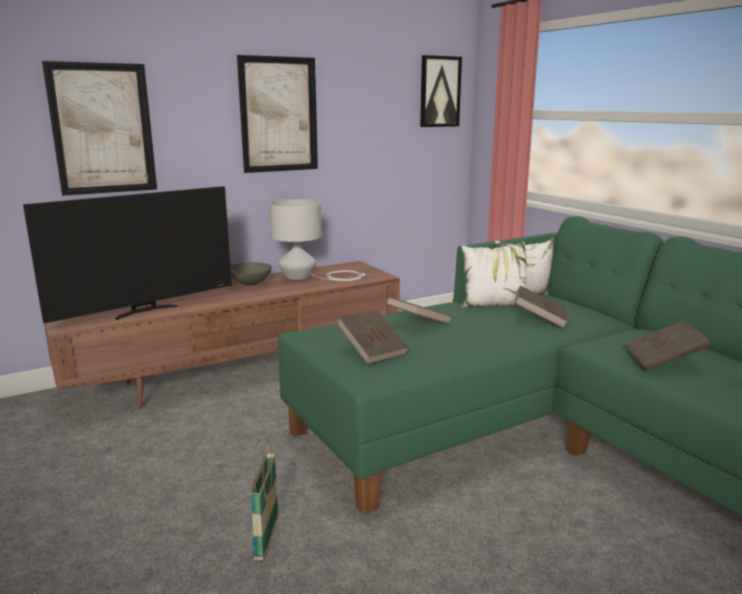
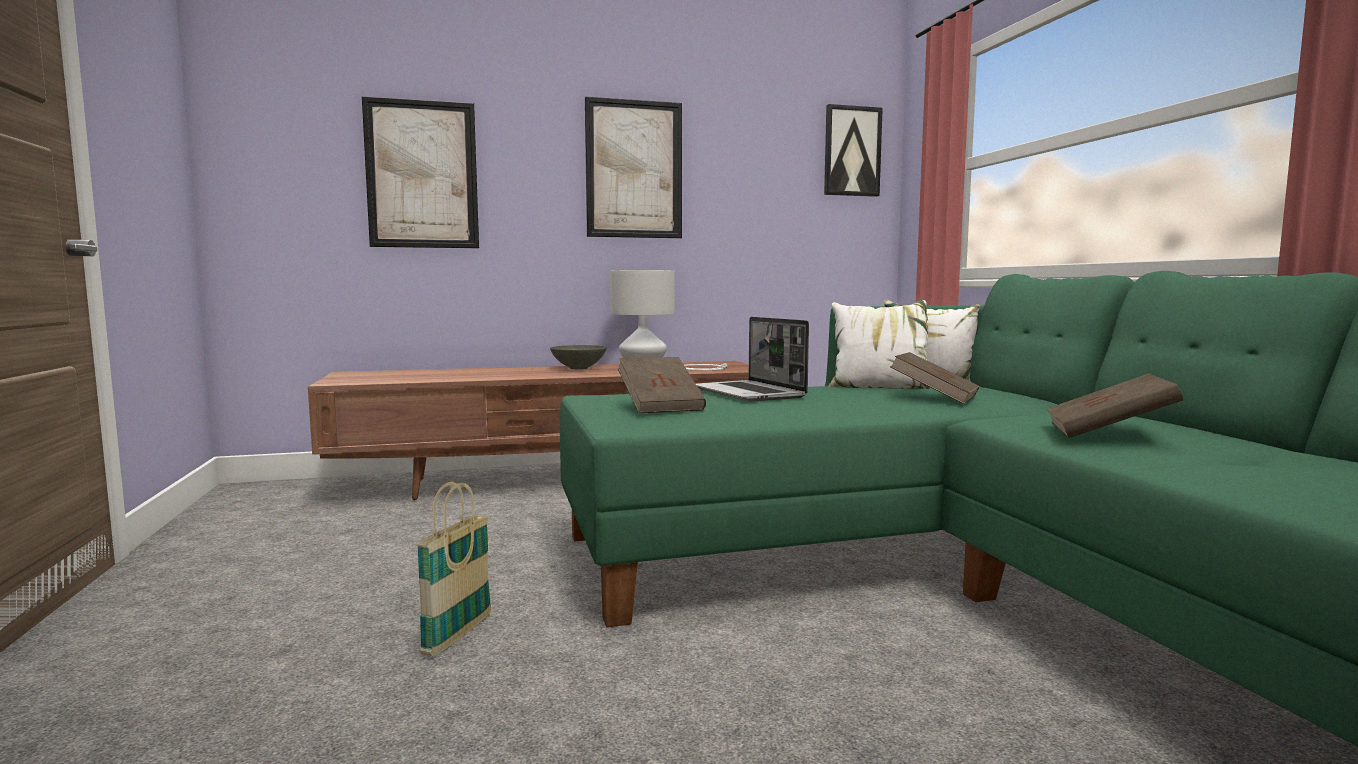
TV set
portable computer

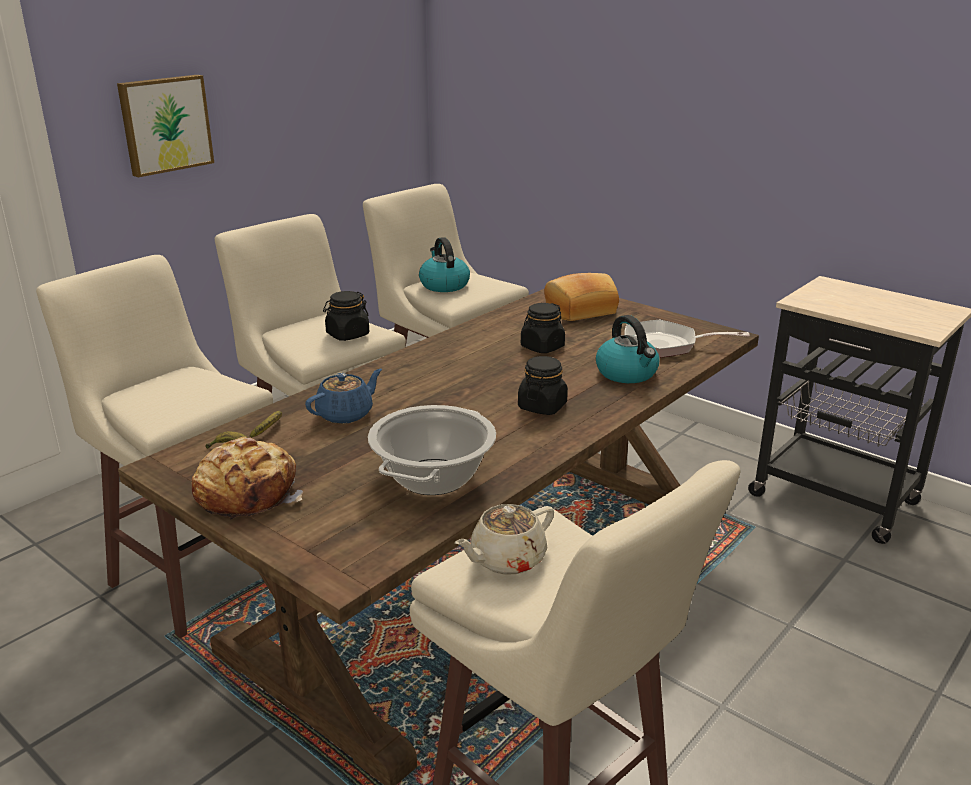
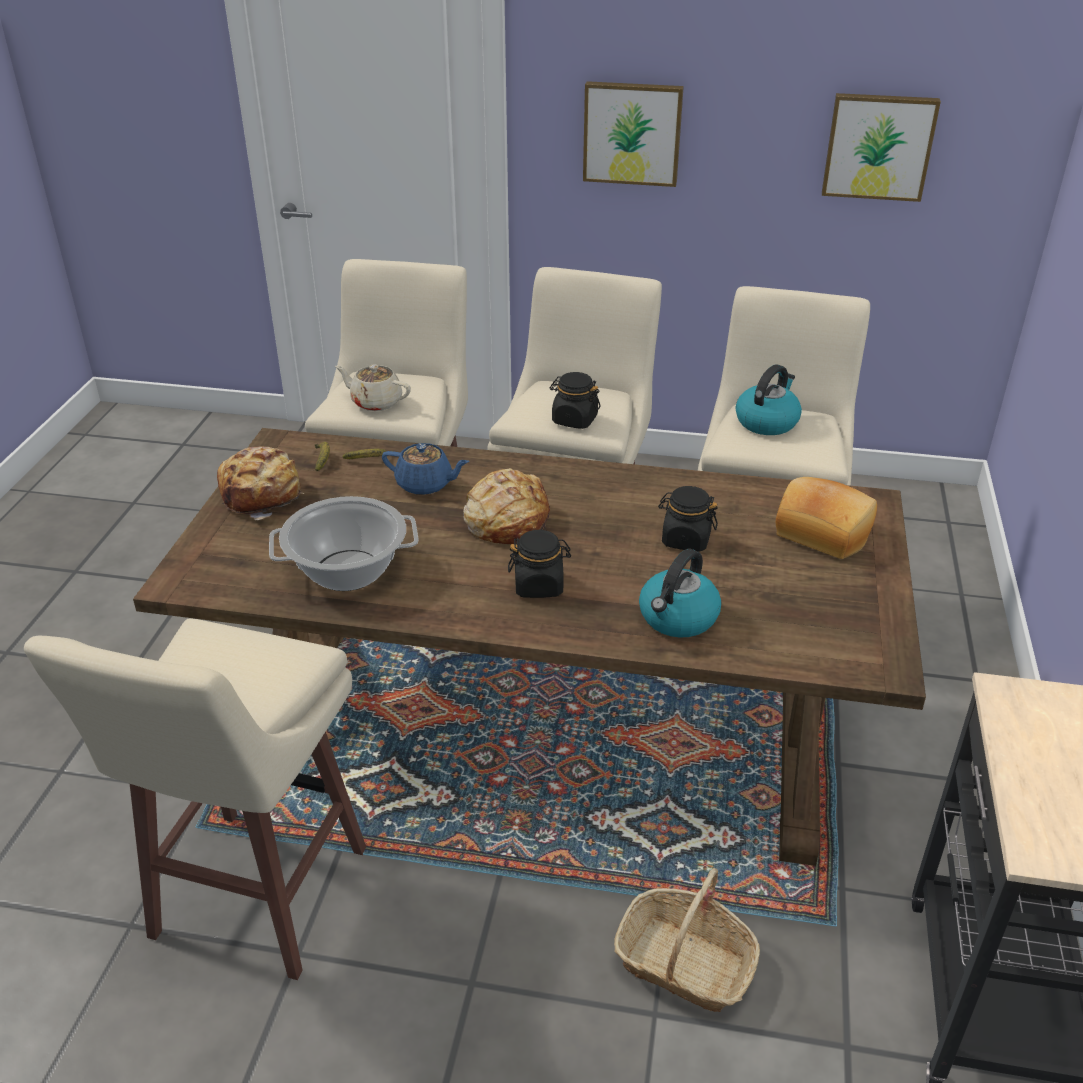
pot for tea in beige-coloured
skillet
bread (2nd from left)
storage basket
wall art (2nd from left)

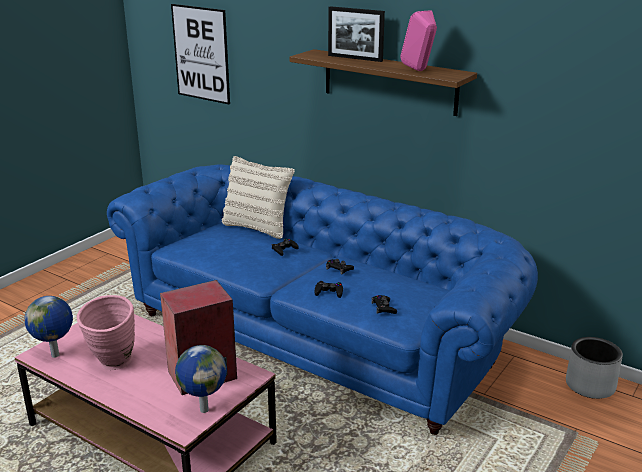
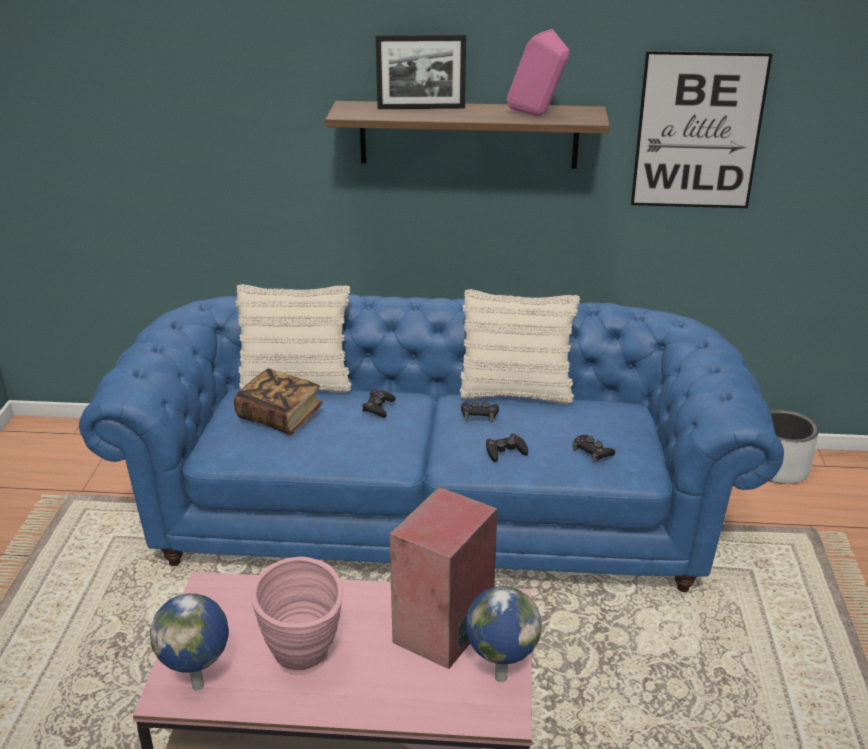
wall art
volume
pillow in beige-coloured (2nd from left)

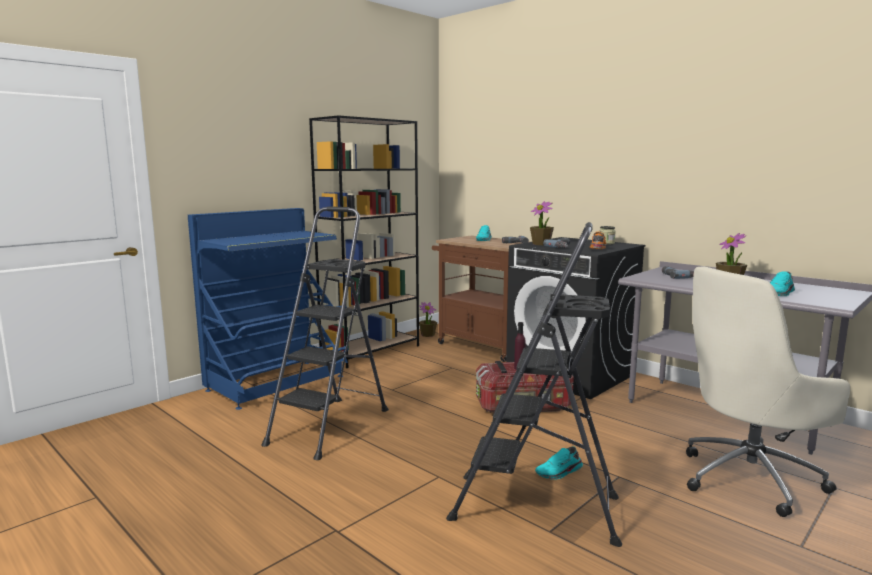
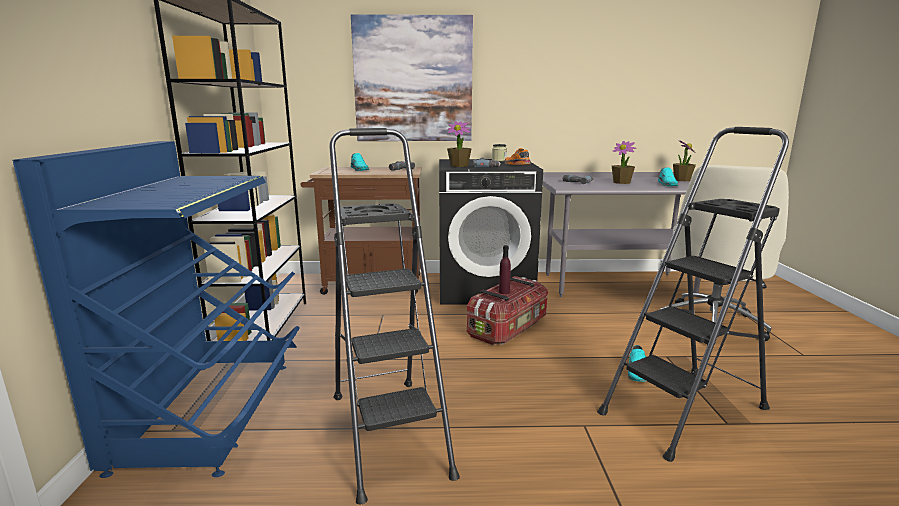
potted plant (3rd from left)
wall art

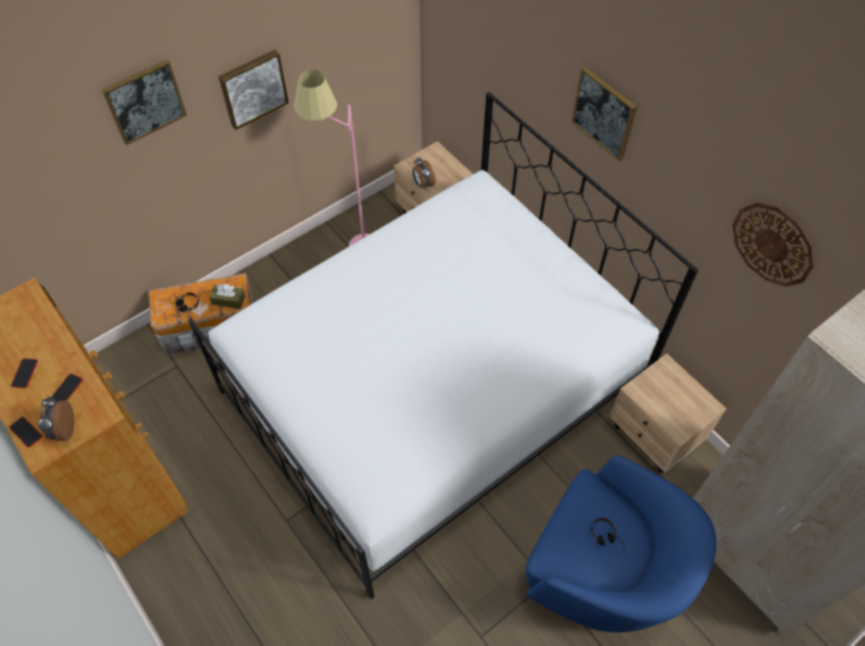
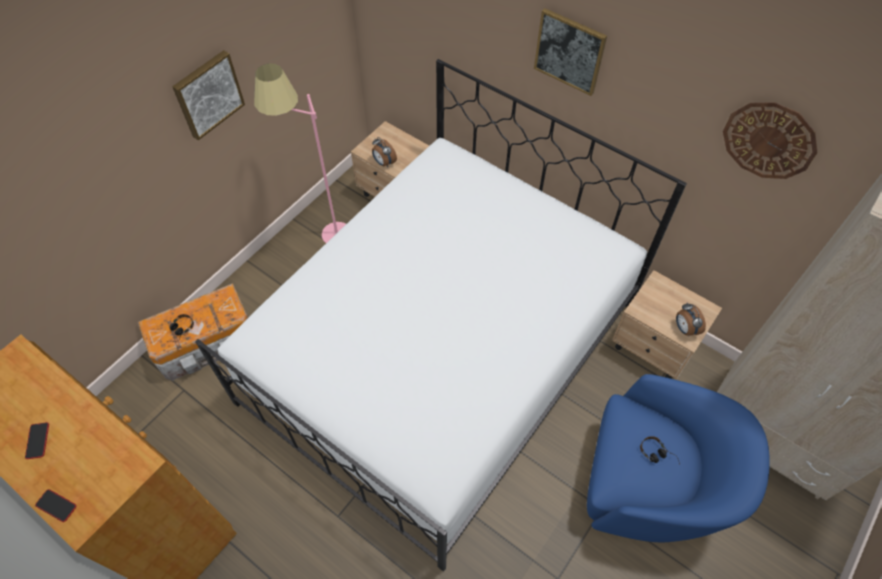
alarm clock (2nd from left)
handset (3rd from left in the first image)
wall art (1st from left in the first image)
tissue holder in brown-coloured

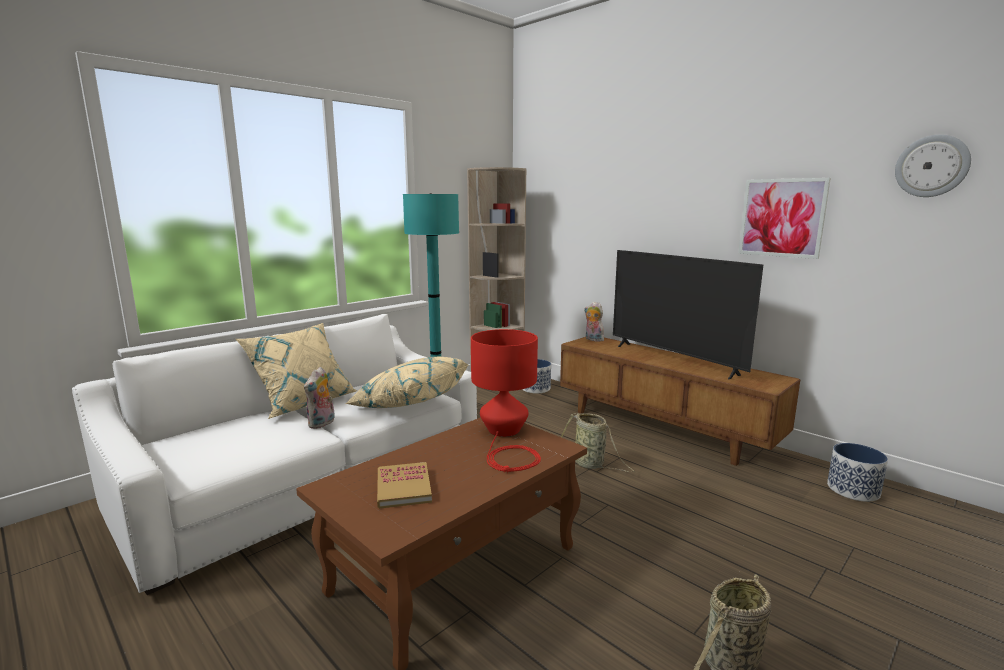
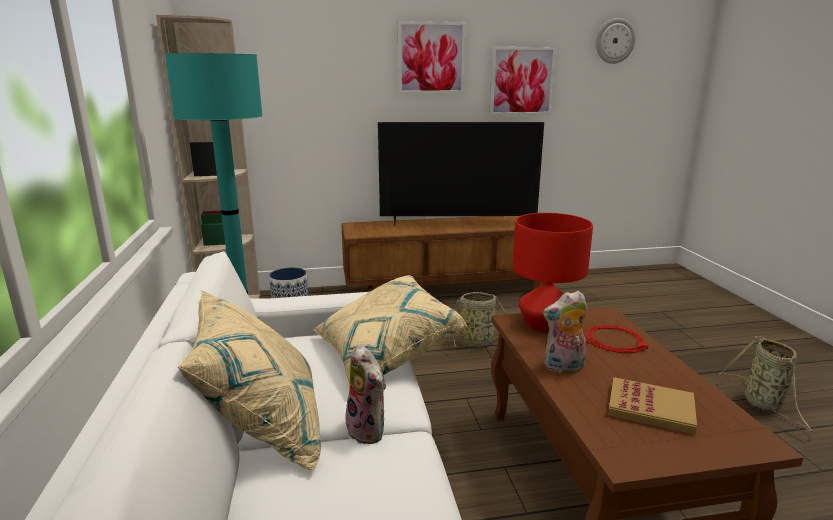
soft toy (2nd from left)
plant pot (2nd from left in the first image)
wall art (1st from left)

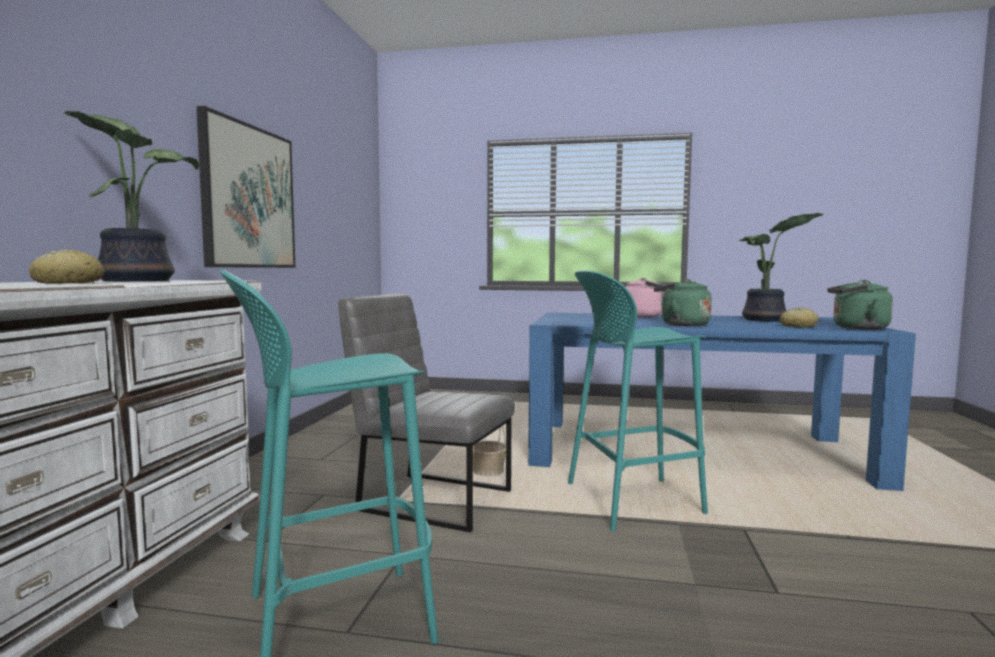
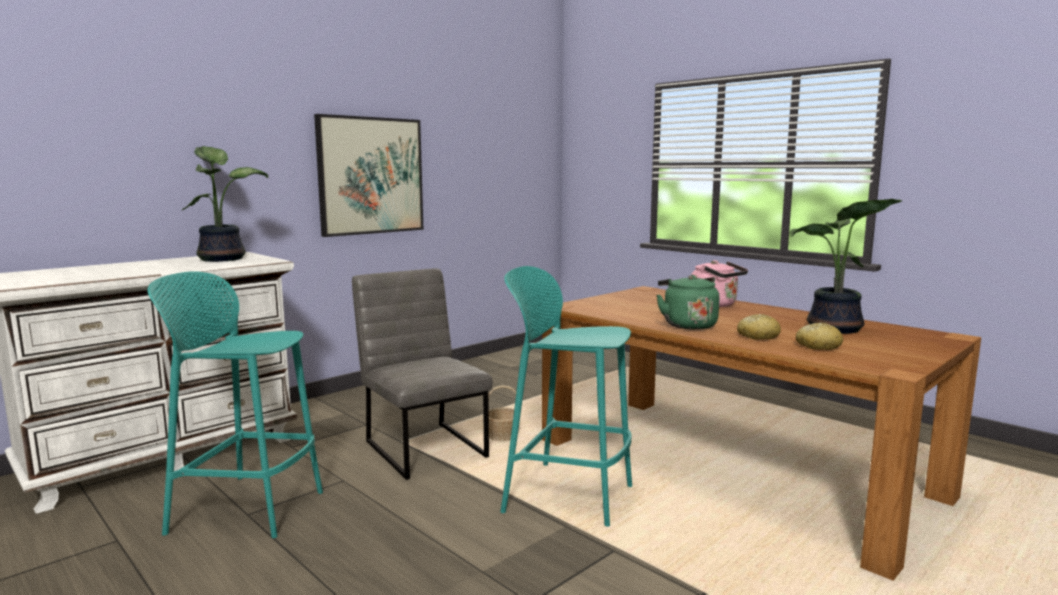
bread (1st from left)
kitchen table in brown-coloured
kettle in green-coloured (2nd from left in the first image)

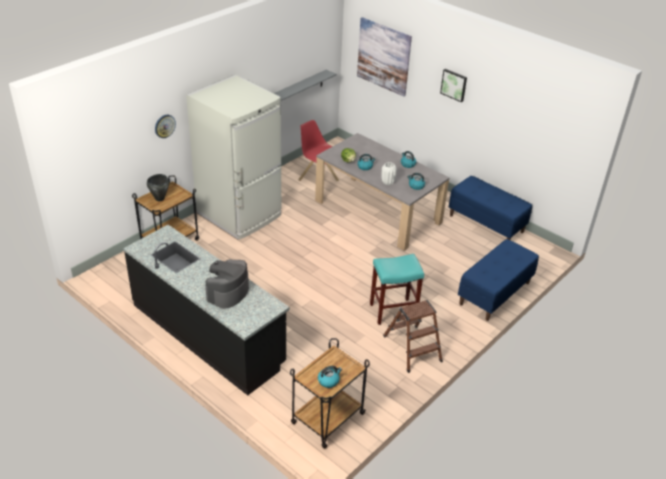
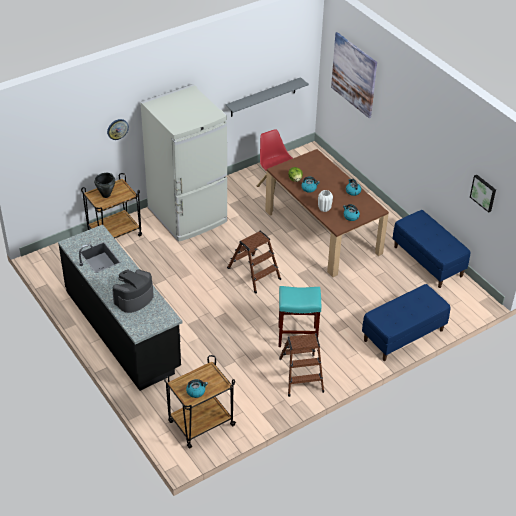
kitchen table in brown-coloured
wall art (2nd from left)
step ladder in brown-coloured (1st from left)

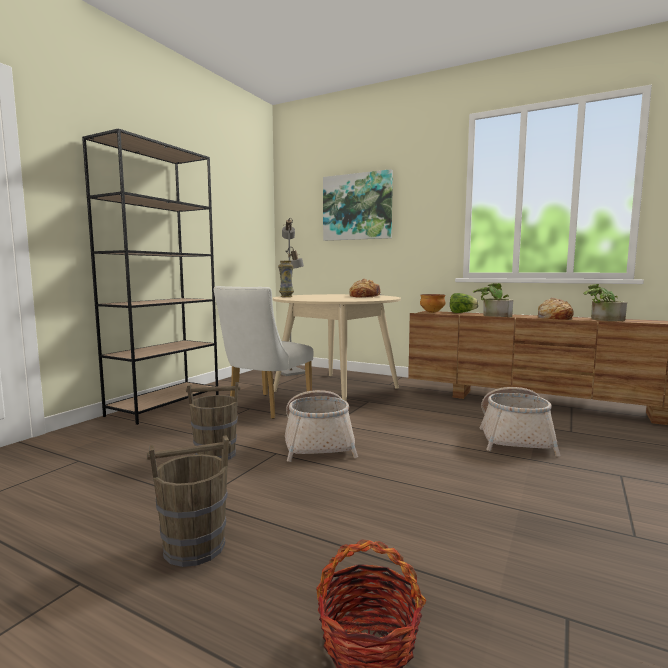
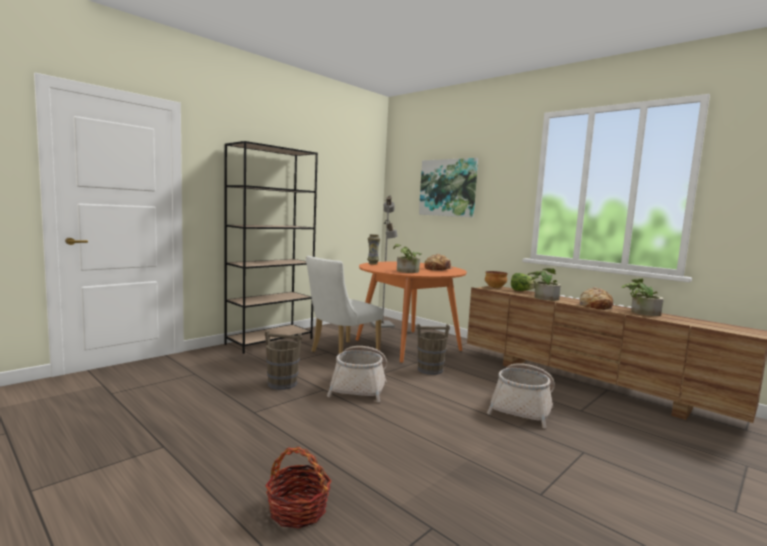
pail in brown-coloured (2nd from left)
kitchen table in orange-coloured
potted plant (1st from left)

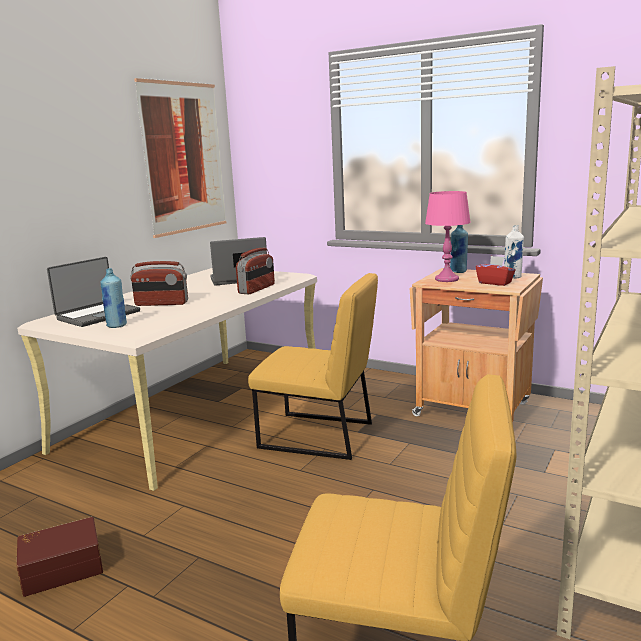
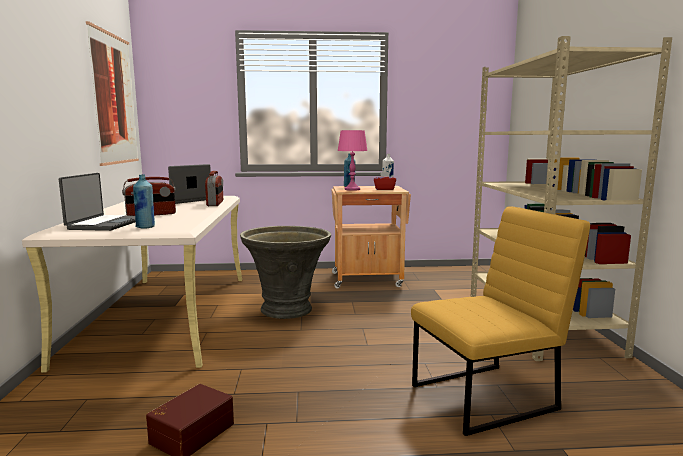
plant pot in grey

